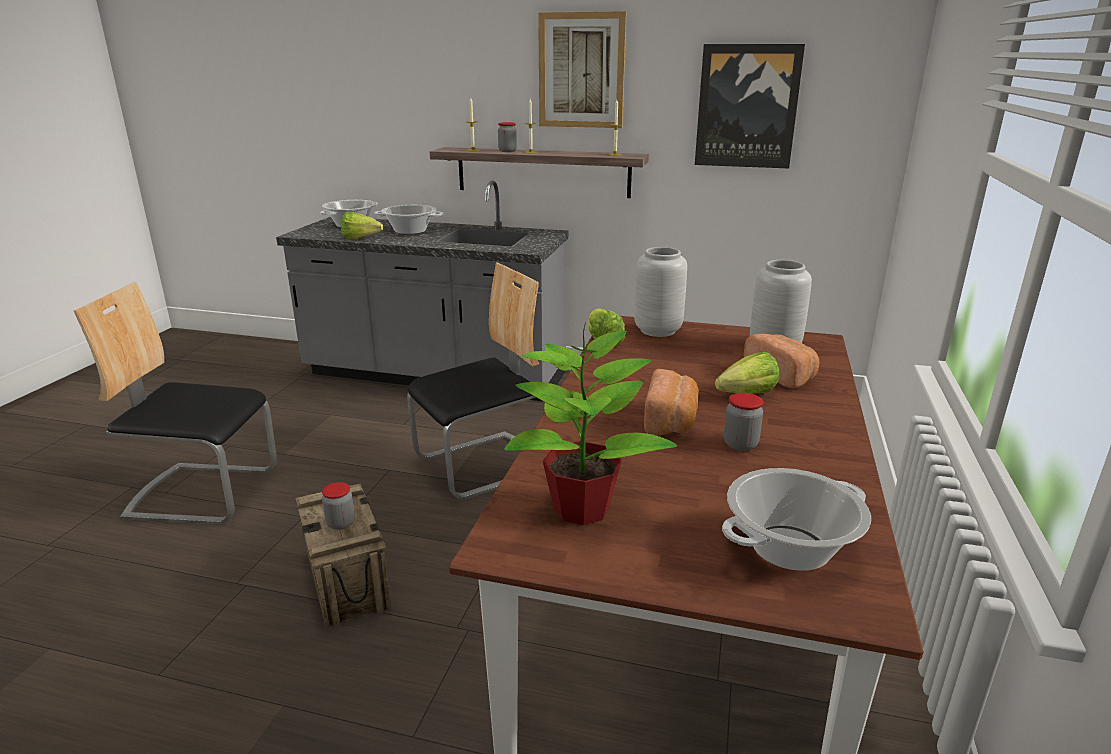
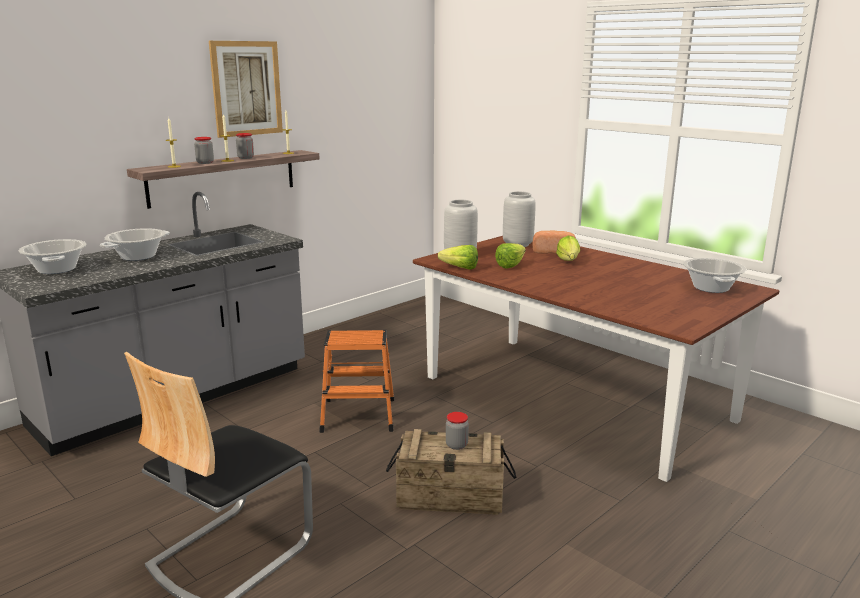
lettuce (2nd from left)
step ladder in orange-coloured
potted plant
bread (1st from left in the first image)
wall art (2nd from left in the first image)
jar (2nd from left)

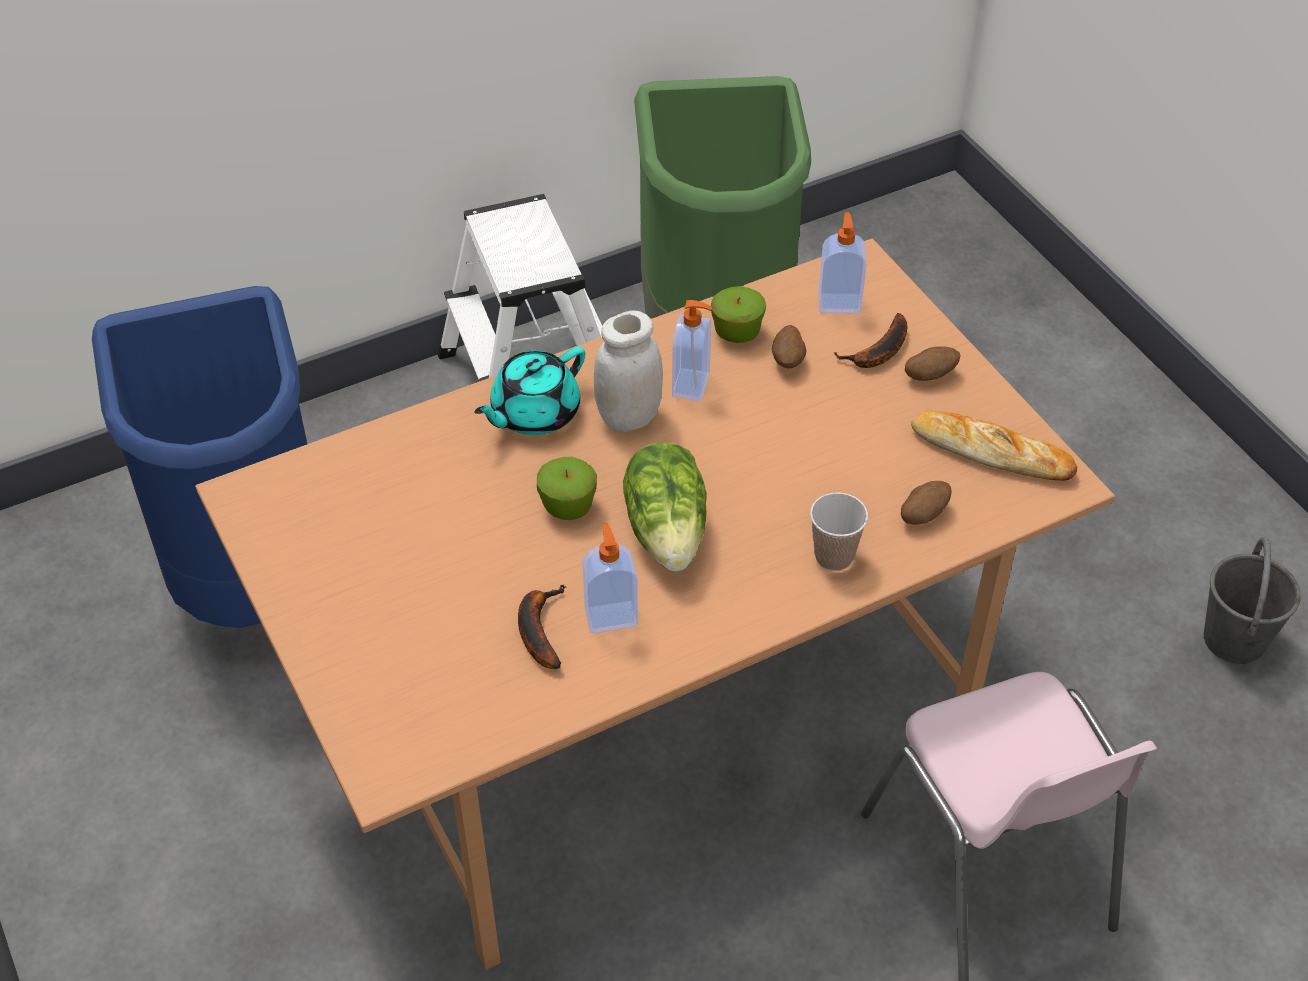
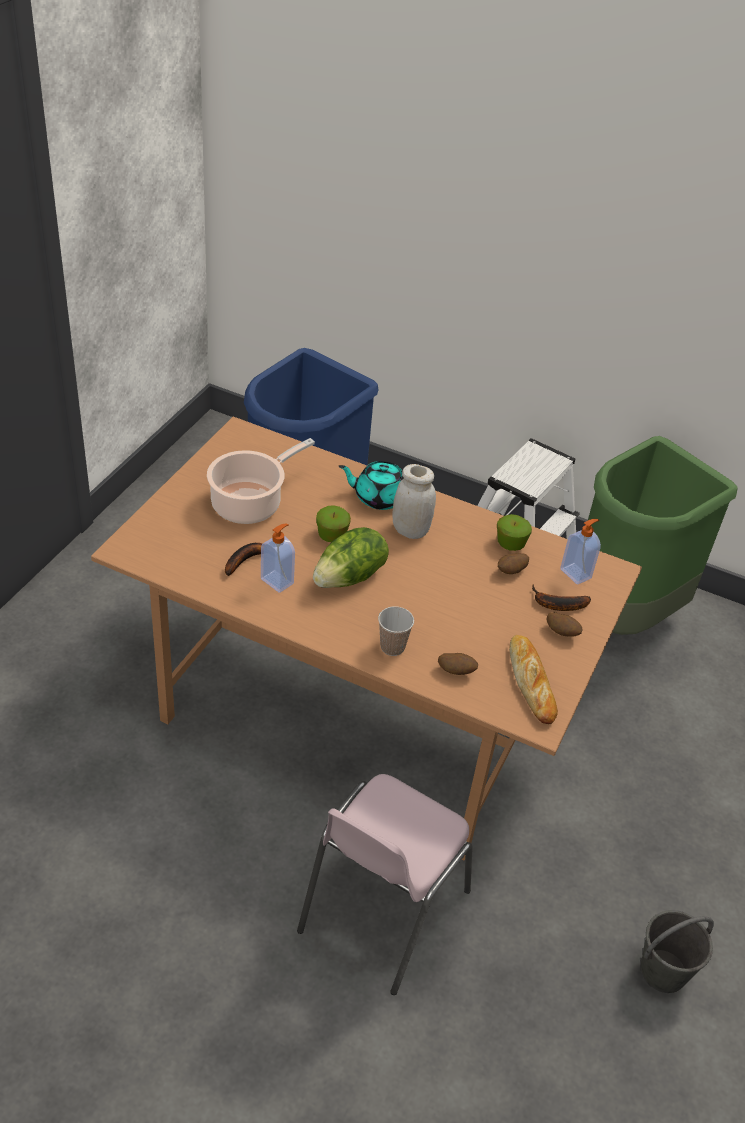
soap dispenser (2nd from left in the first image)
saucepot

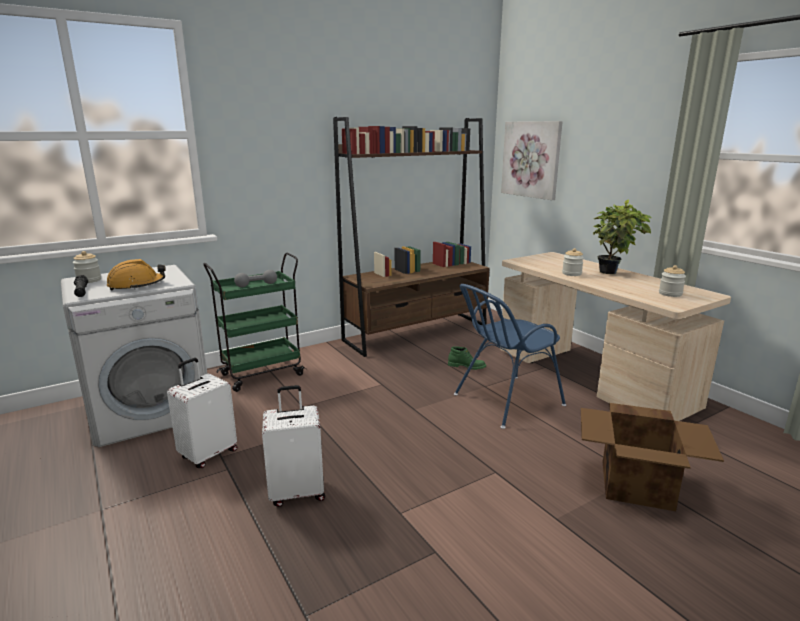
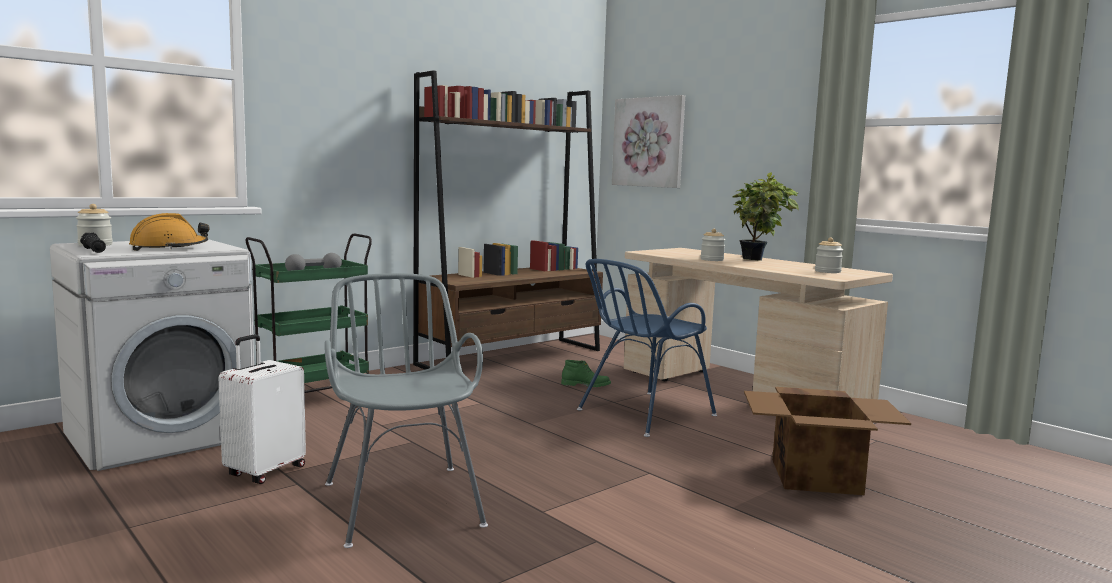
plain chair in grey

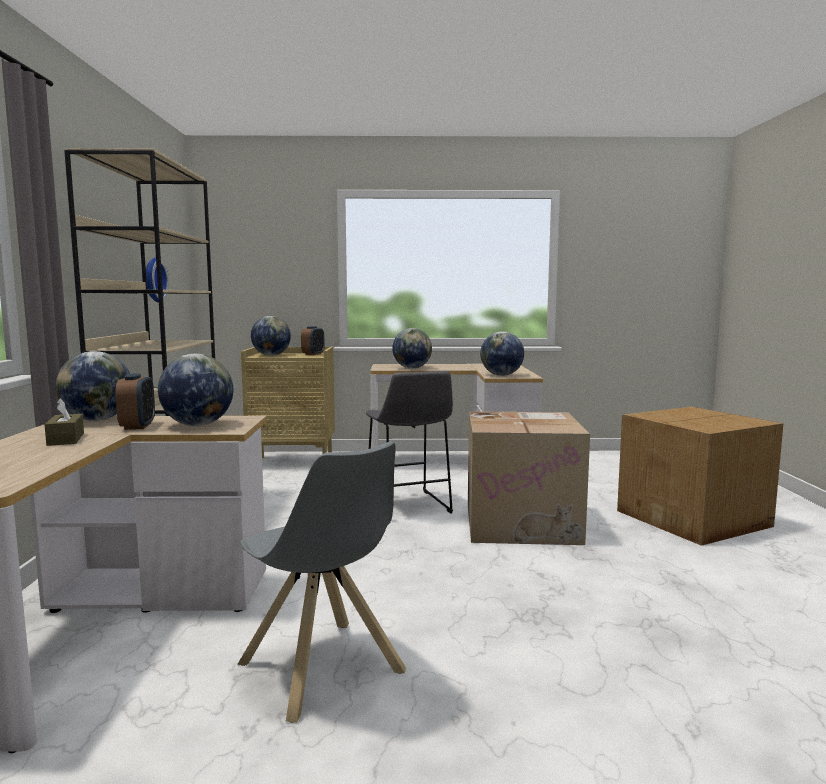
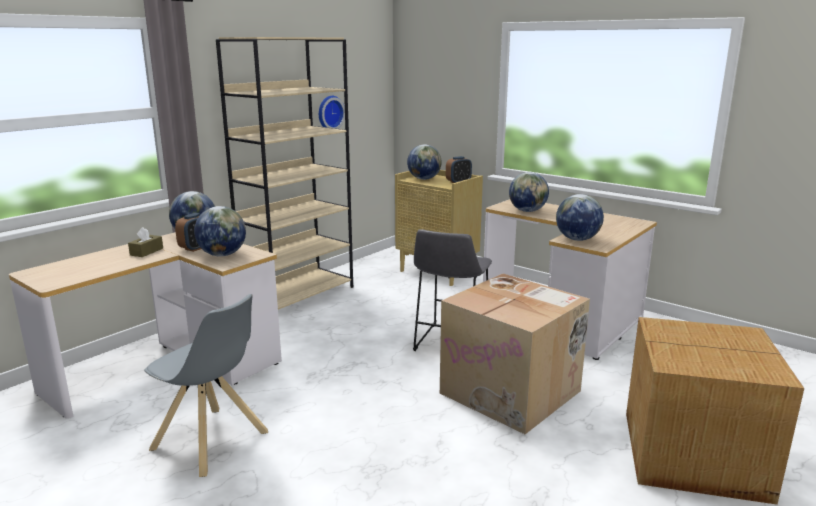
plain chair in grey

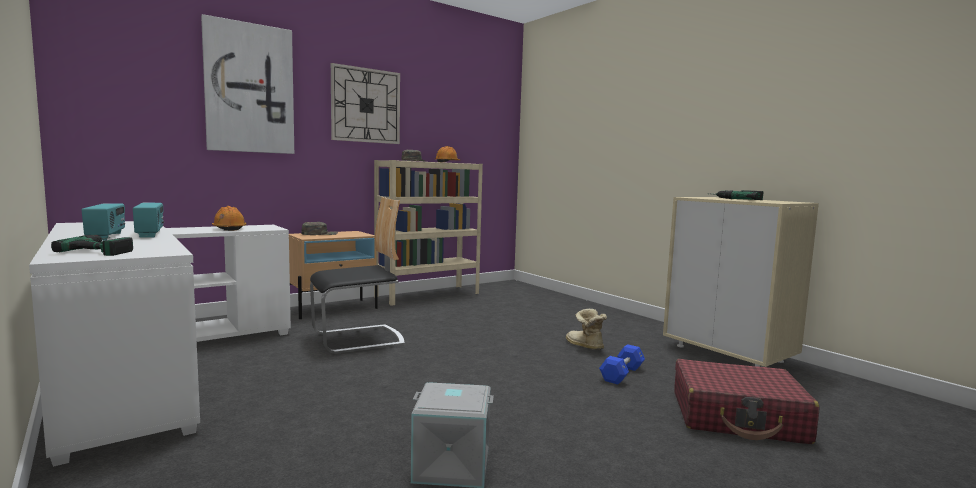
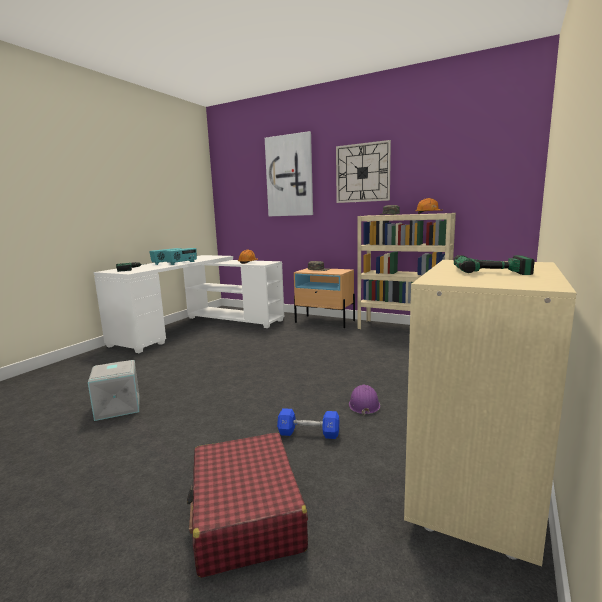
plain chair
safety helmet in purple

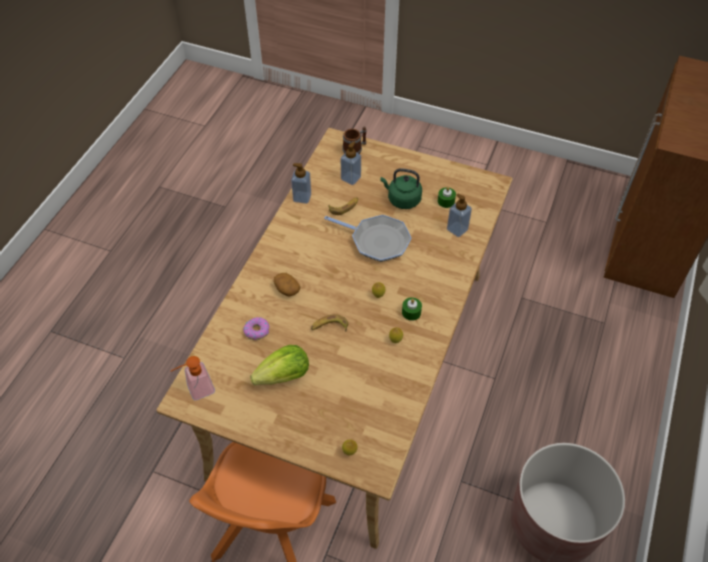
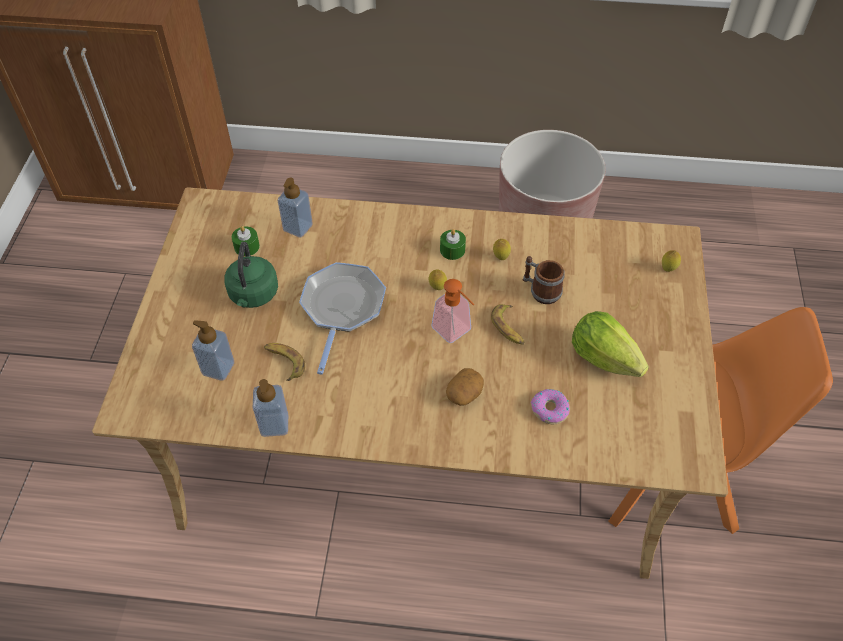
soap dispenser (4th from left)
mug

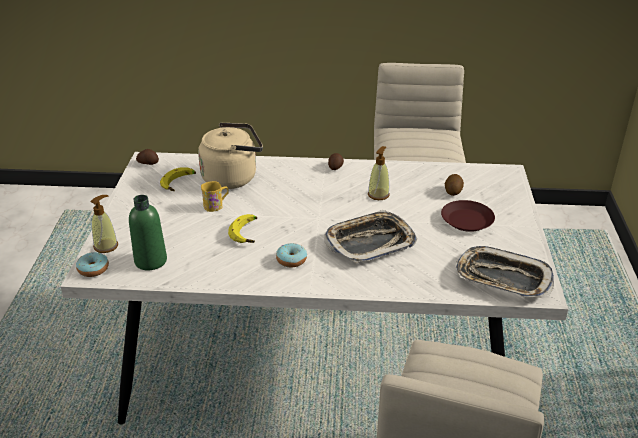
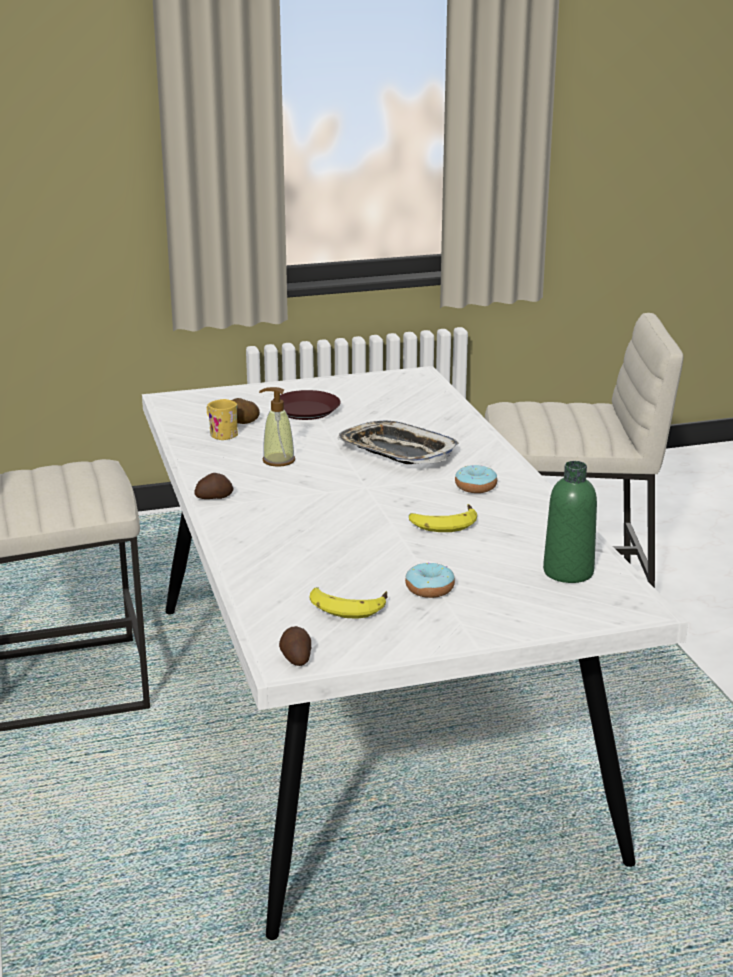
donut (1st from left)
soap dispenser (1st from left in the first image)
kettle in beige-coloured
mug in yellow
carrying tray (2nd from left in the first image)

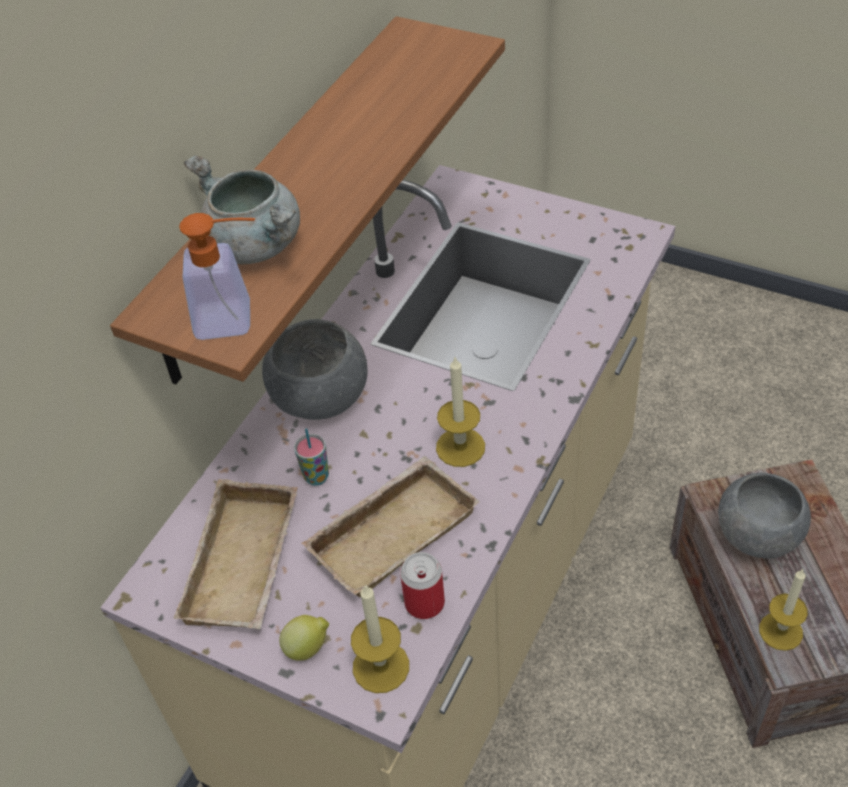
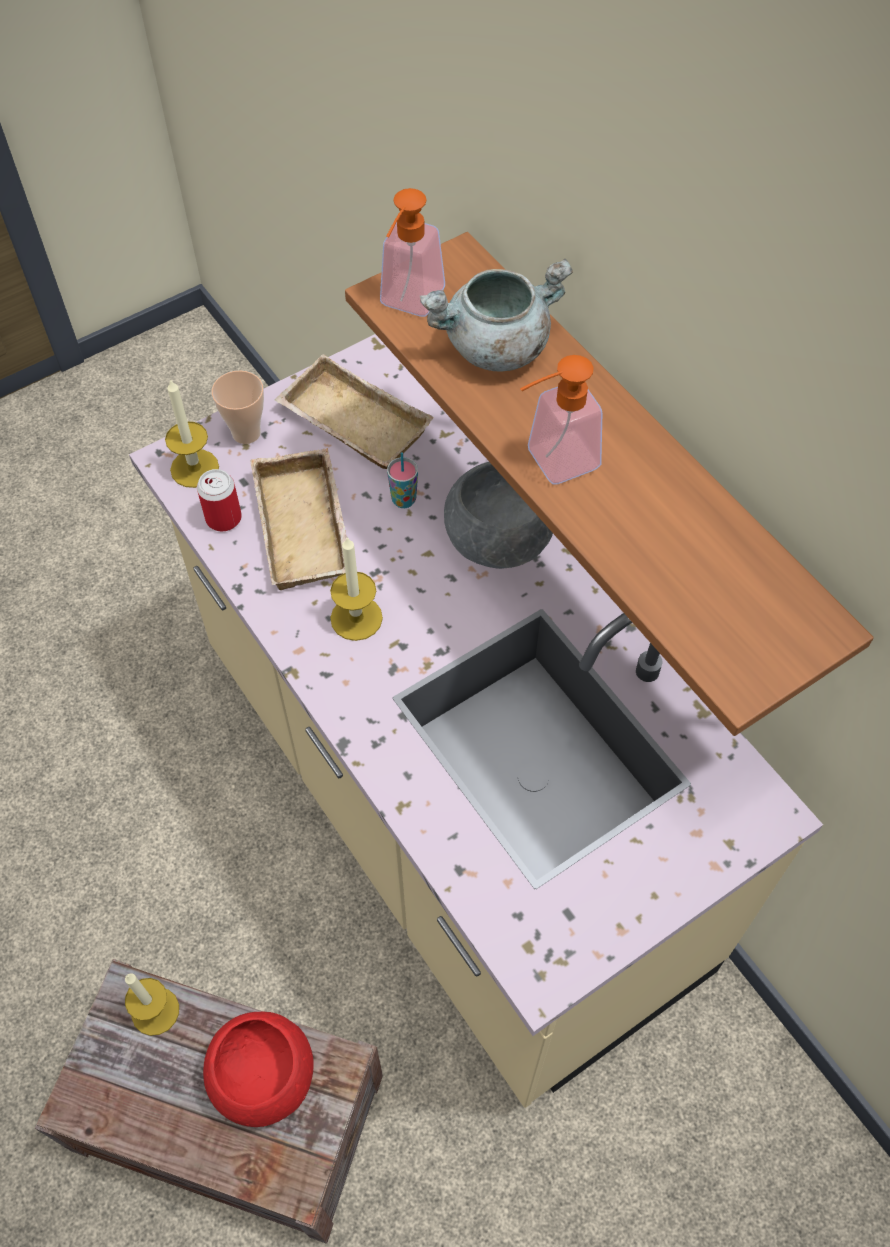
cup (1st from left)
serving bowl in red
soap dispenser (2nd from left)

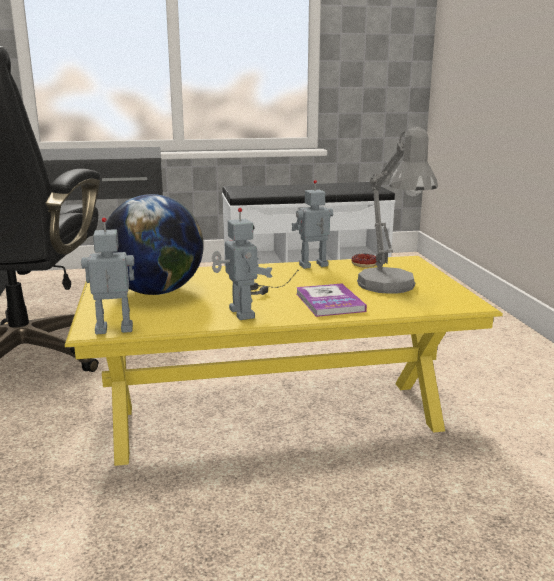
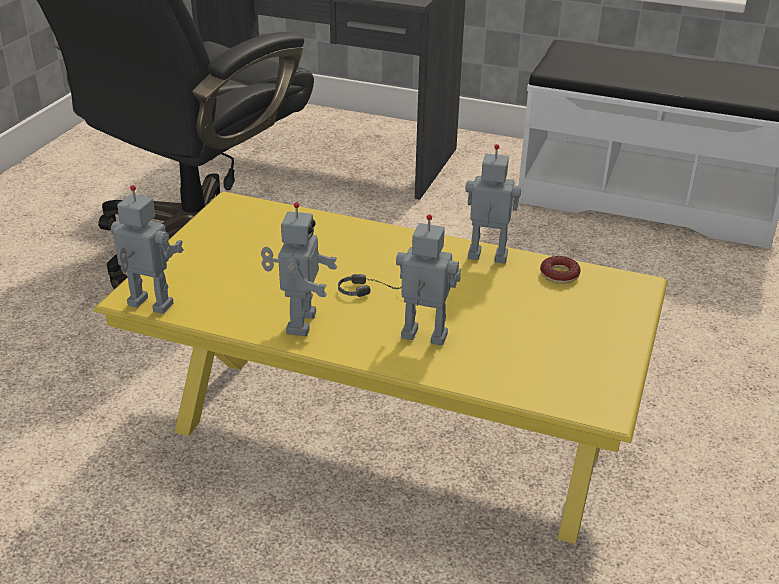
globe
robot figure (3rd from left)
lamp for a table in grey

